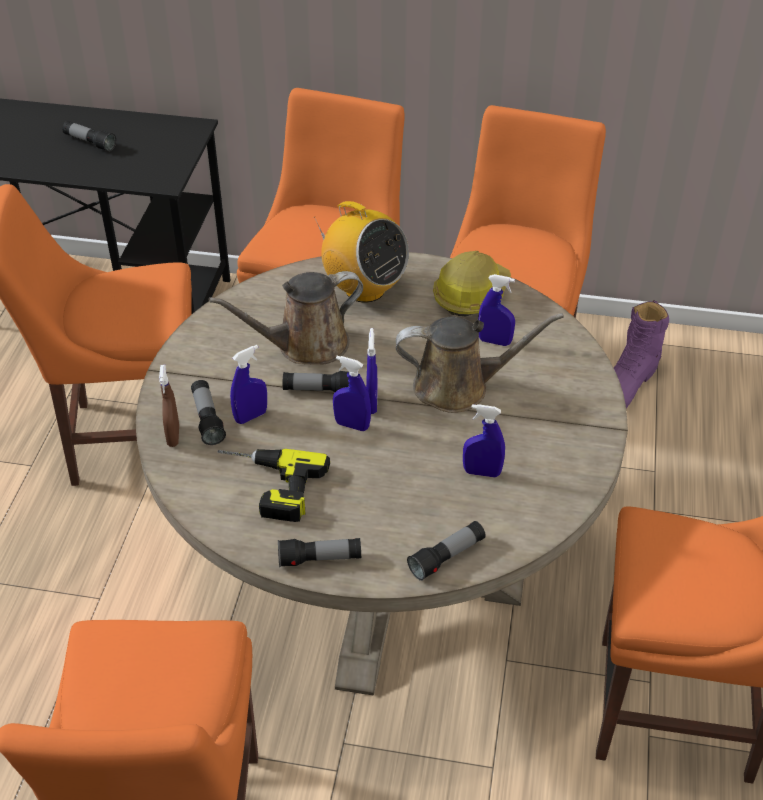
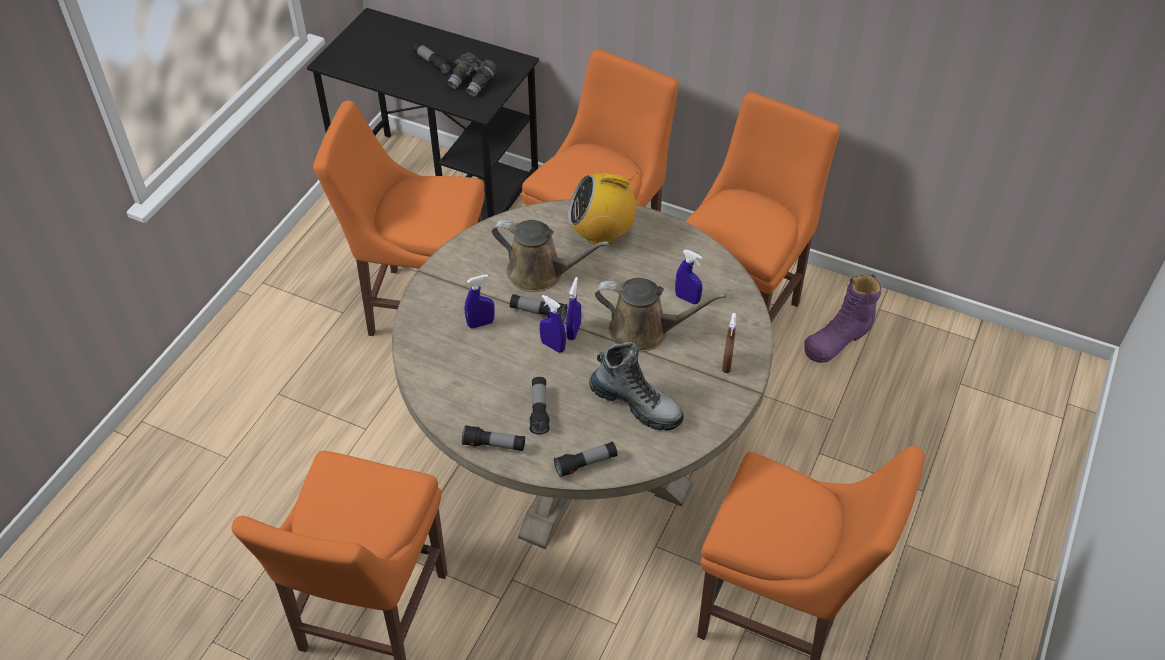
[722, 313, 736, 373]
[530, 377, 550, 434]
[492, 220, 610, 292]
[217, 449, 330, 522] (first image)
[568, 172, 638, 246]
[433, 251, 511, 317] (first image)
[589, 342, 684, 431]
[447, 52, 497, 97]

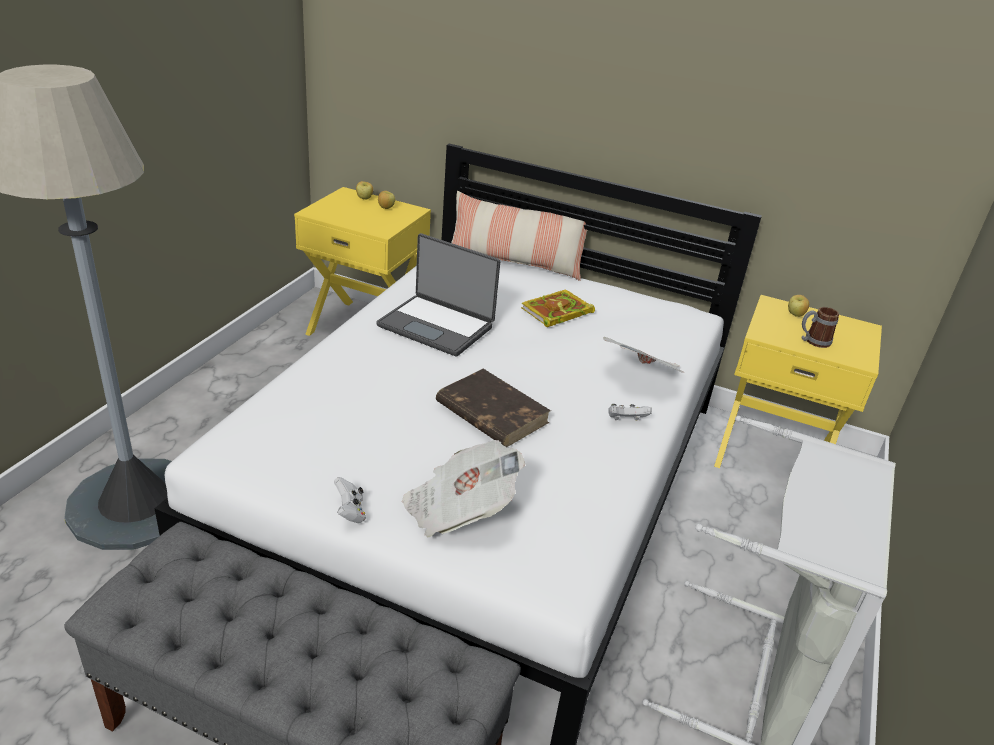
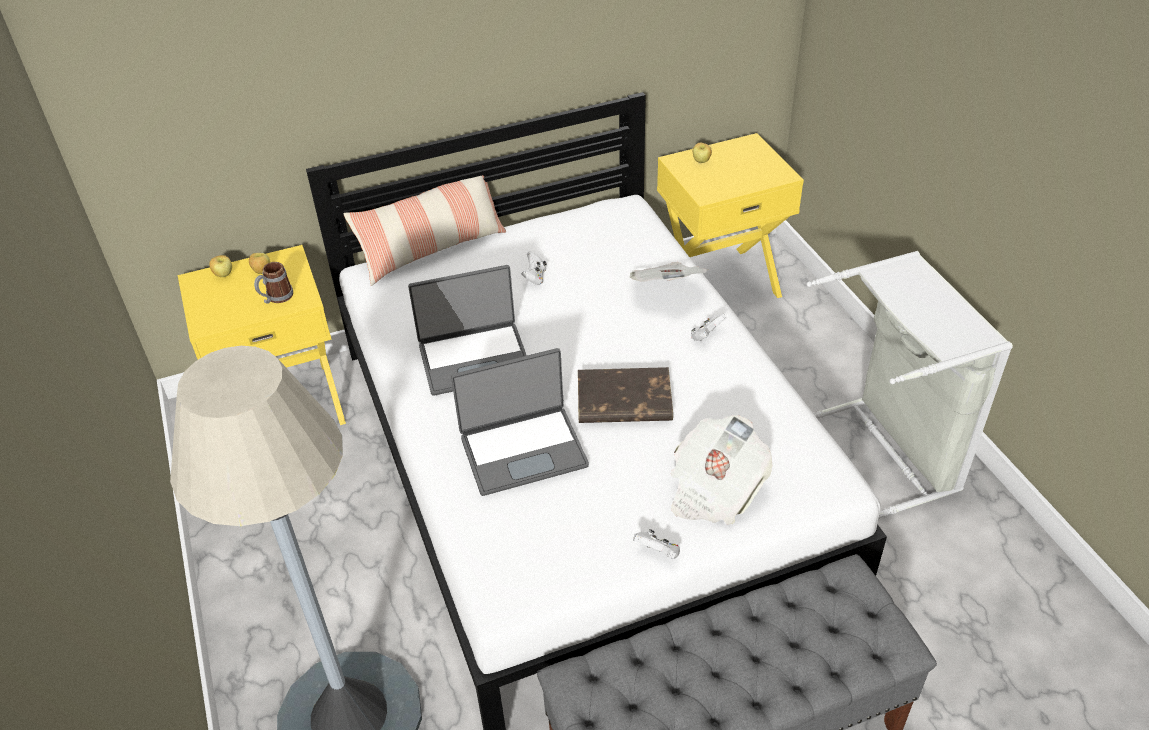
[522, 251, 547, 285]
[254, 262, 293, 304]
[451, 348, 589, 496]

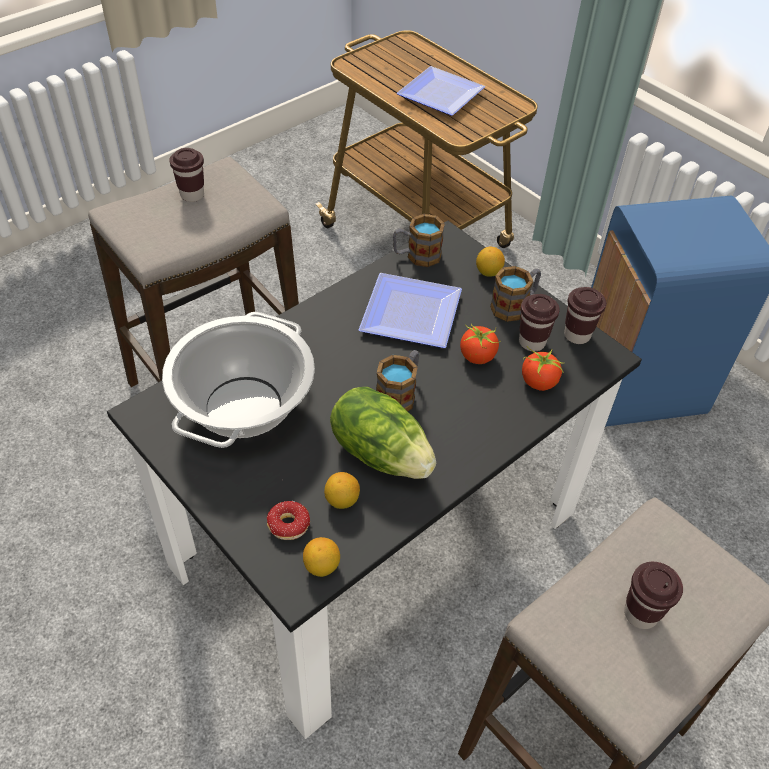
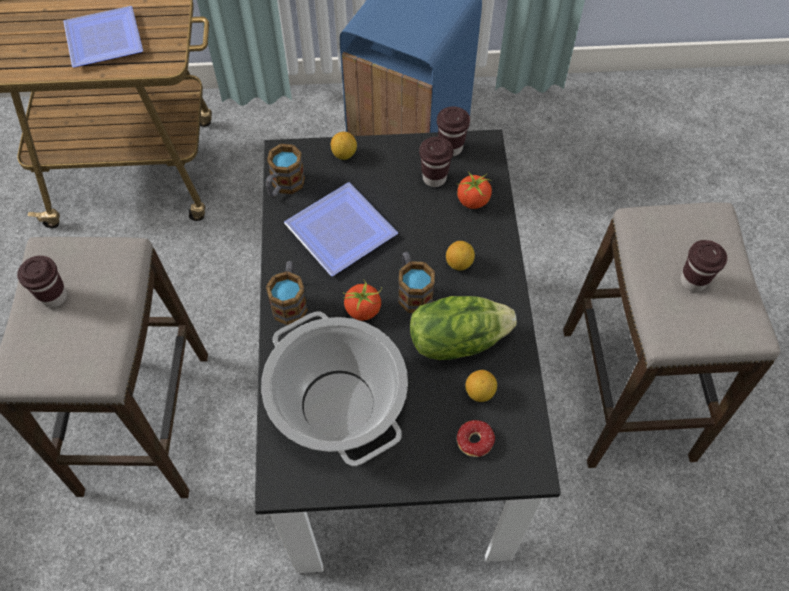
[446, 241, 475, 271]
[343, 279, 382, 321]
[266, 261, 308, 325]

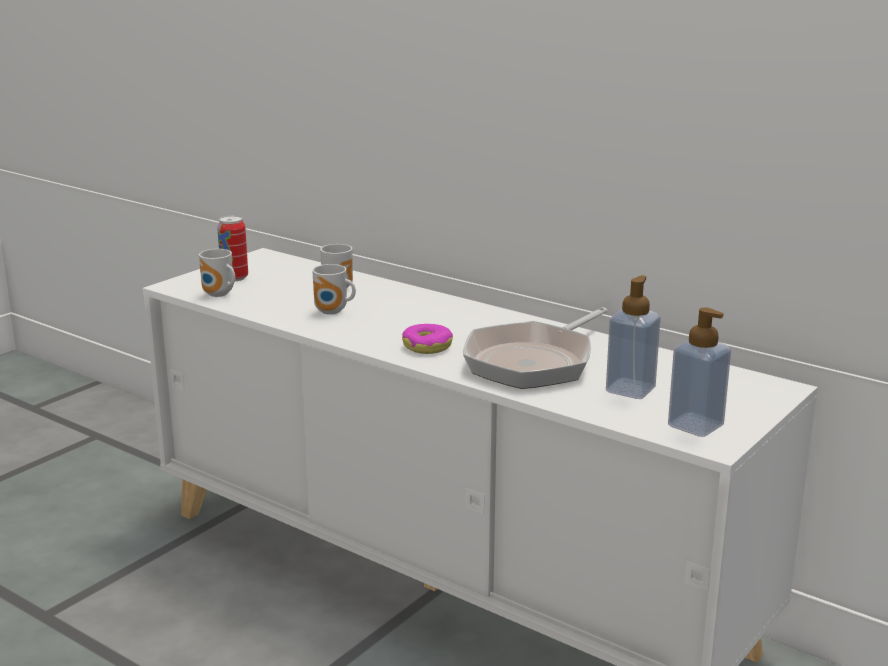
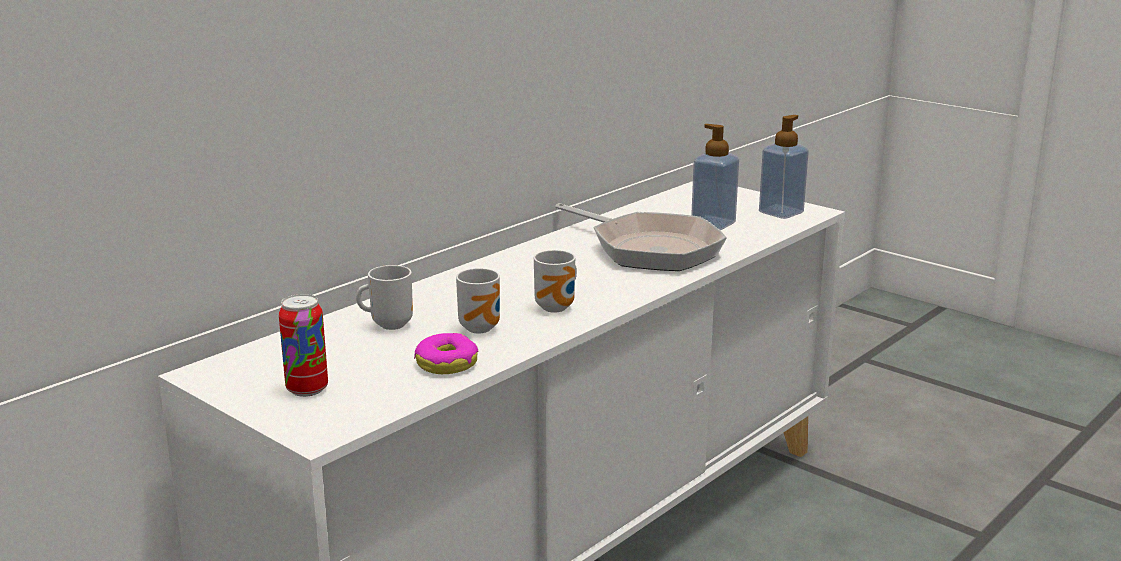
[534, 250, 577, 313]
[414, 333, 478, 374]

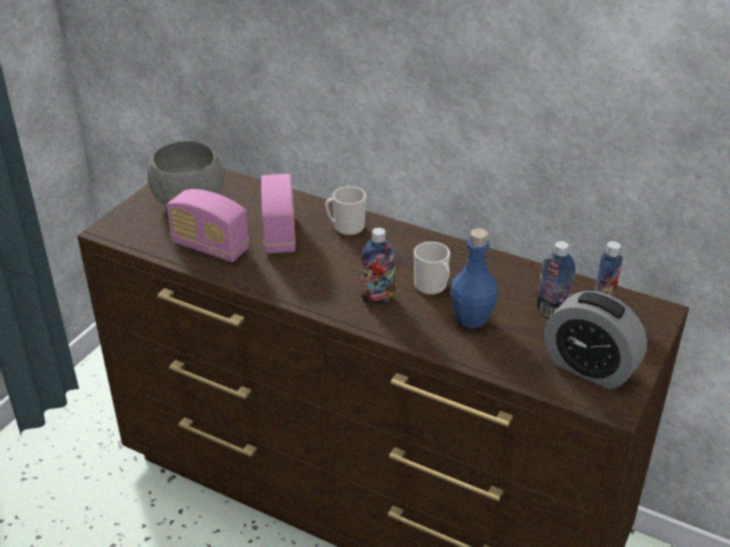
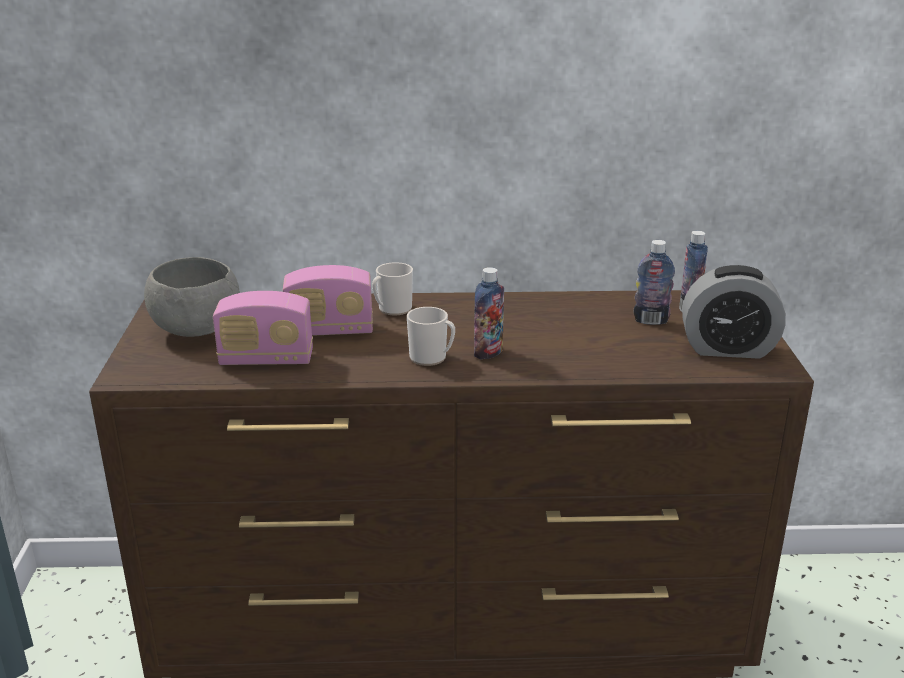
[283, 265, 373, 336]
[407, 307, 455, 366]
[451, 228, 498, 328] (first image)

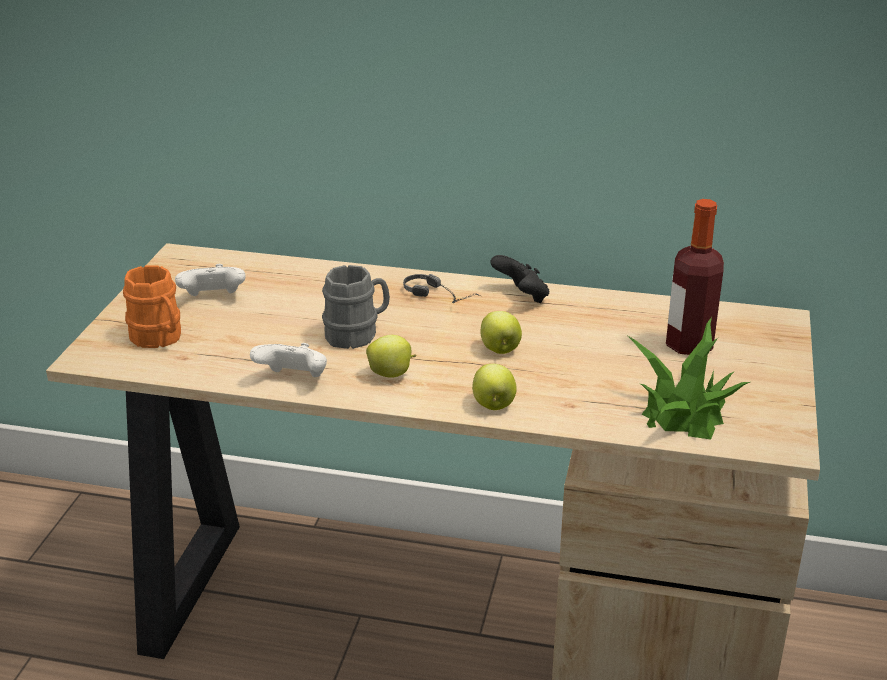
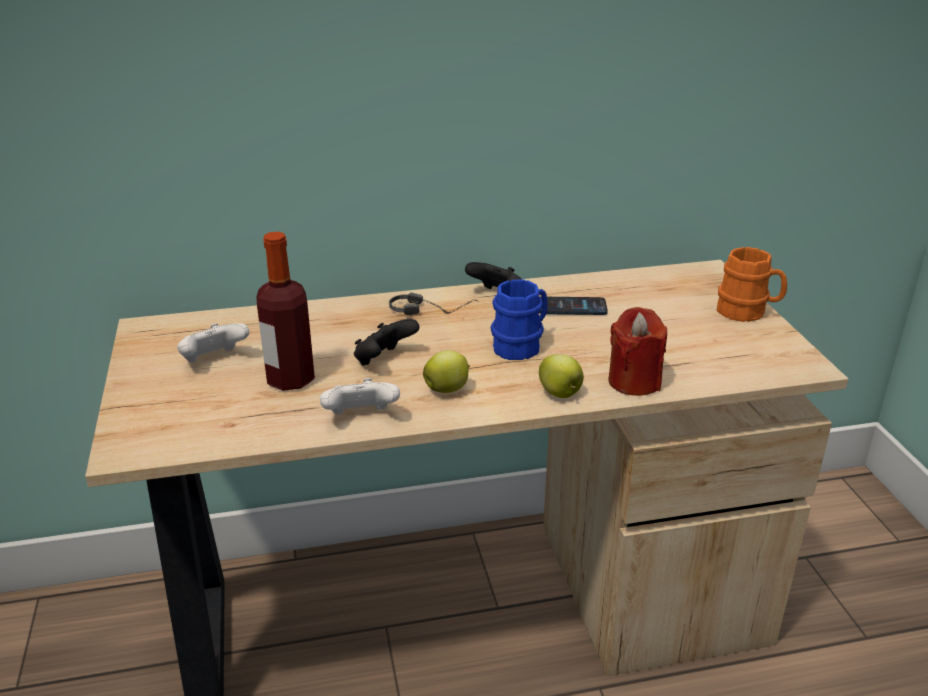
[717, 247, 787, 322]
[354, 319, 419, 366]
[491, 279, 548, 360]
[628, 317, 750, 440] (first image)
[256, 232, 315, 391]
[539, 297, 608, 315]
[608, 307, 667, 396]

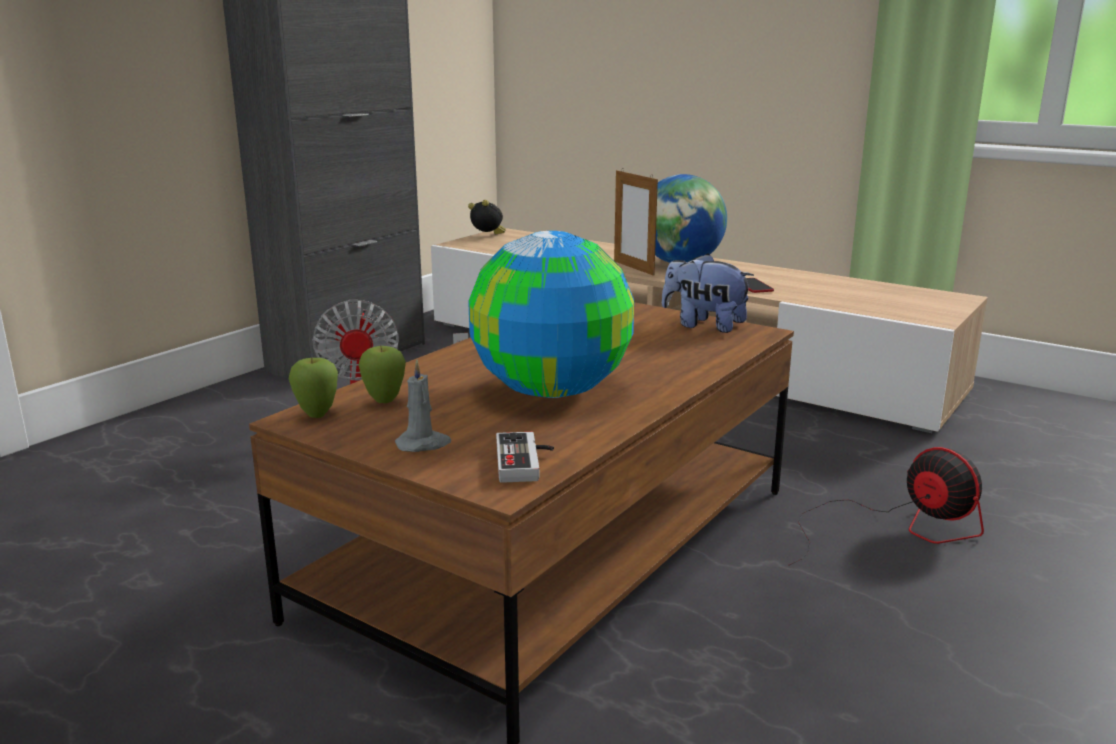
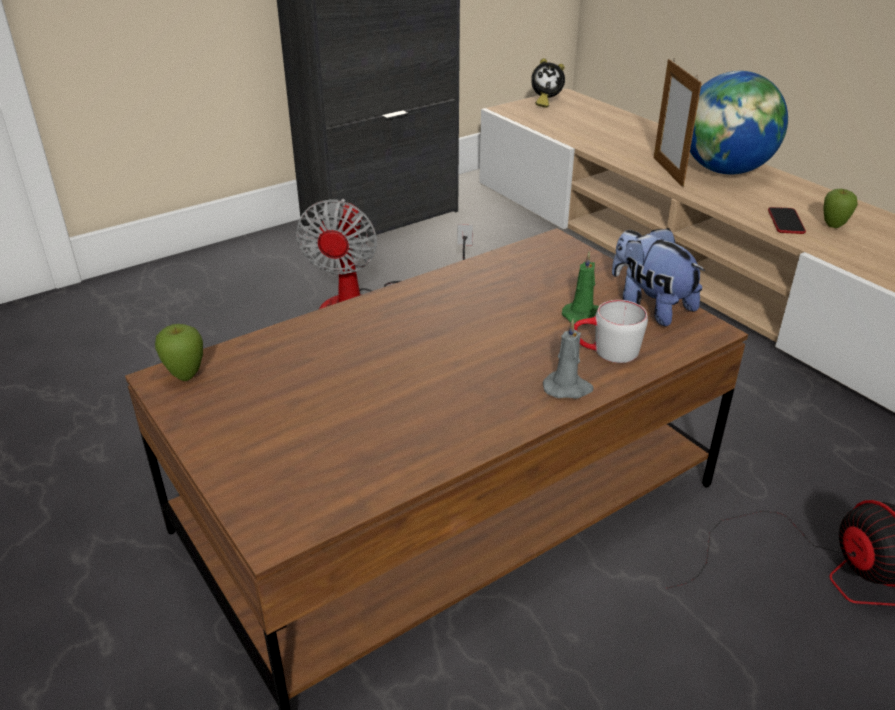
[823, 189, 858, 228]
[543, 319, 594, 399]
[531, 58, 565, 108]
[468, 231, 634, 398] (first image)
[496, 432, 554, 483] (first image)
[562, 251, 599, 324]
[574, 300, 648, 363]

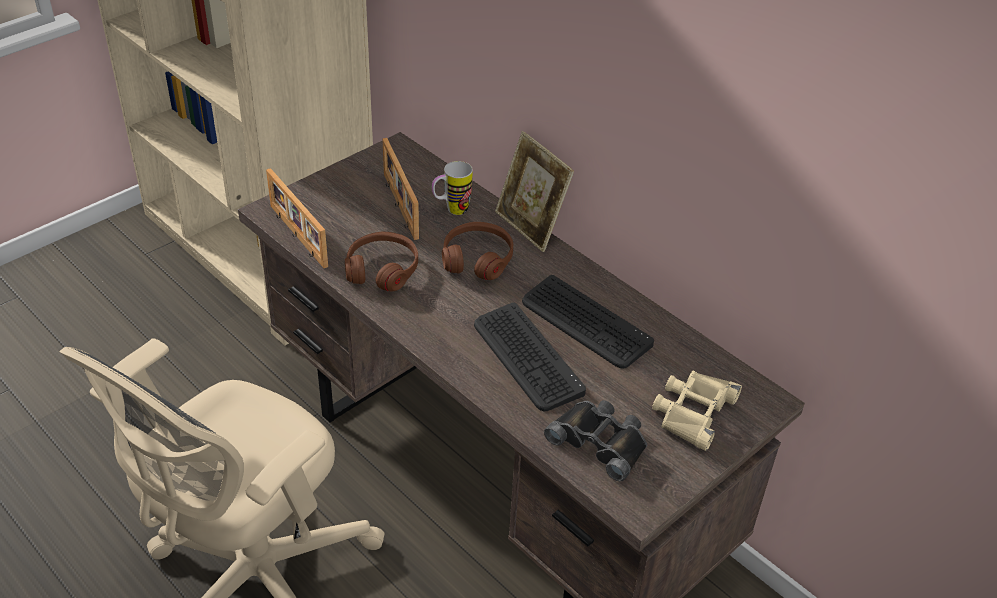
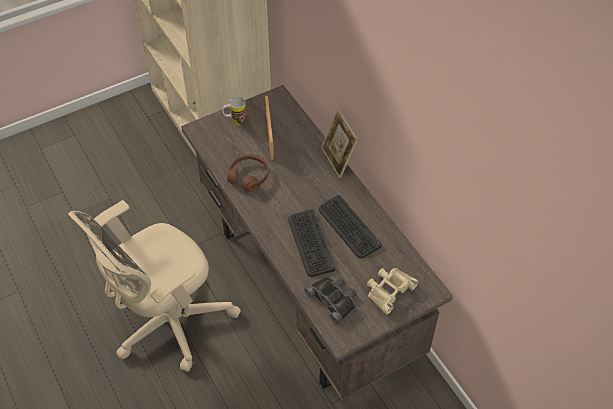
[266, 168, 328, 268] (first image)
[222, 97, 246, 126]
[442, 222, 513, 280] (first image)

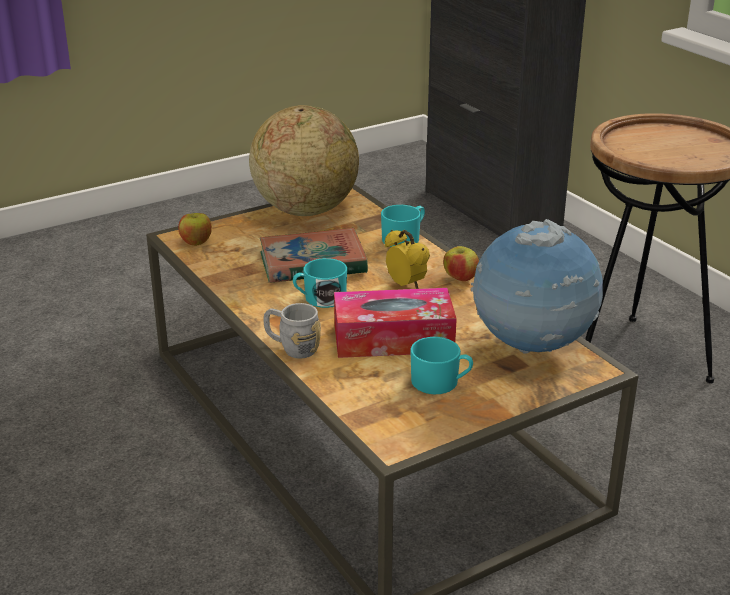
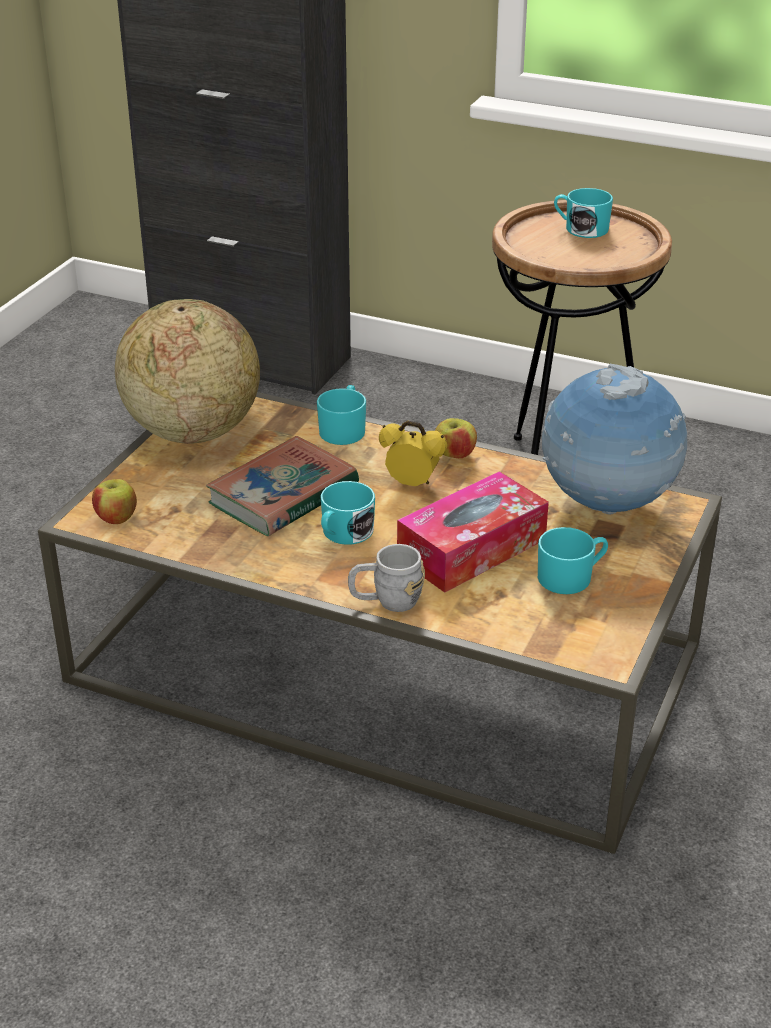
[554, 188, 613, 238]

